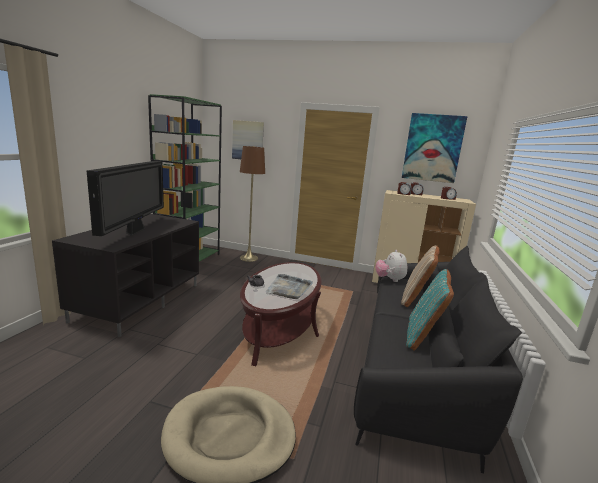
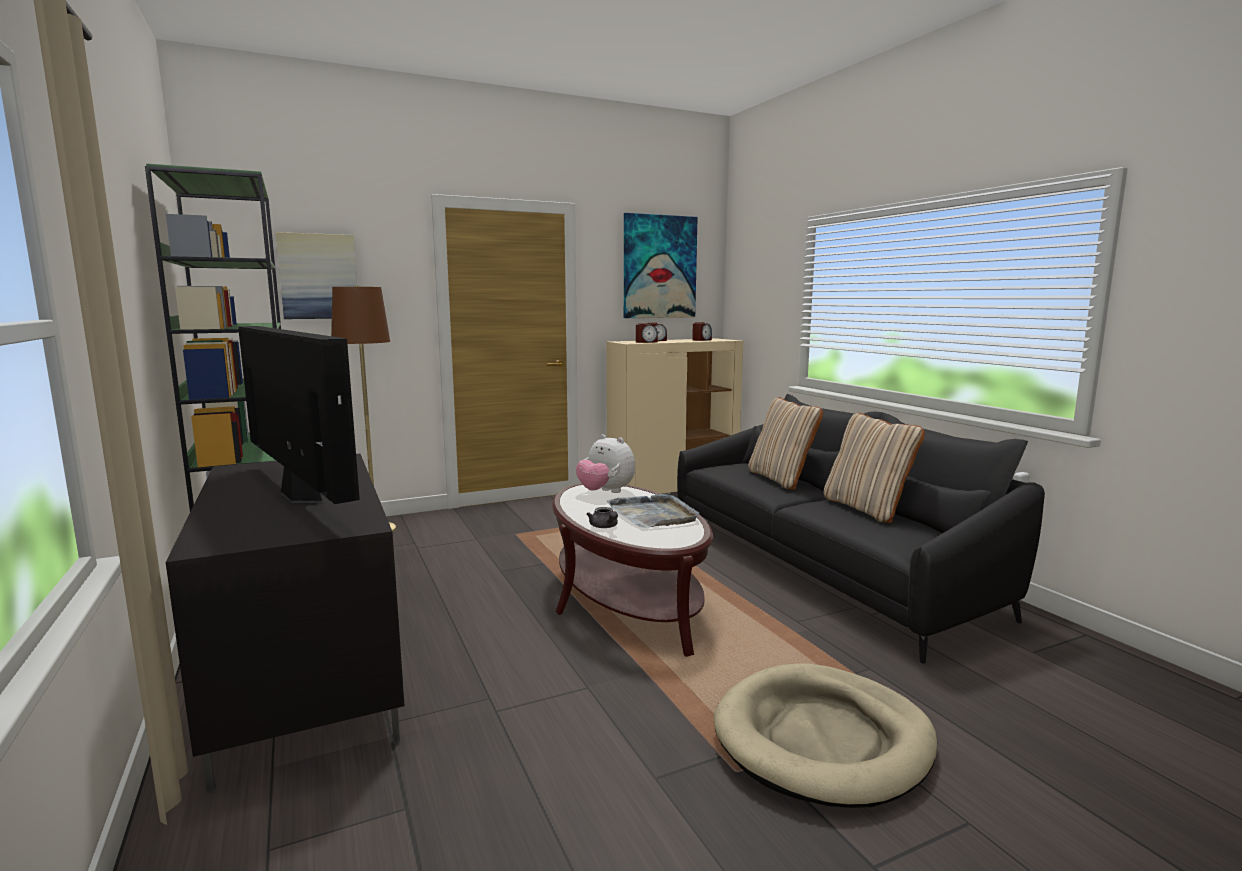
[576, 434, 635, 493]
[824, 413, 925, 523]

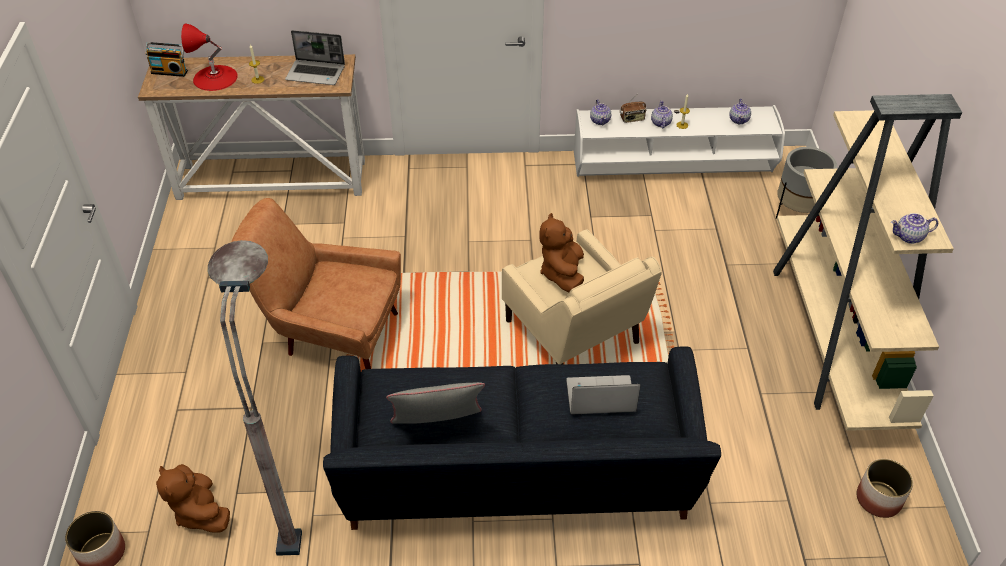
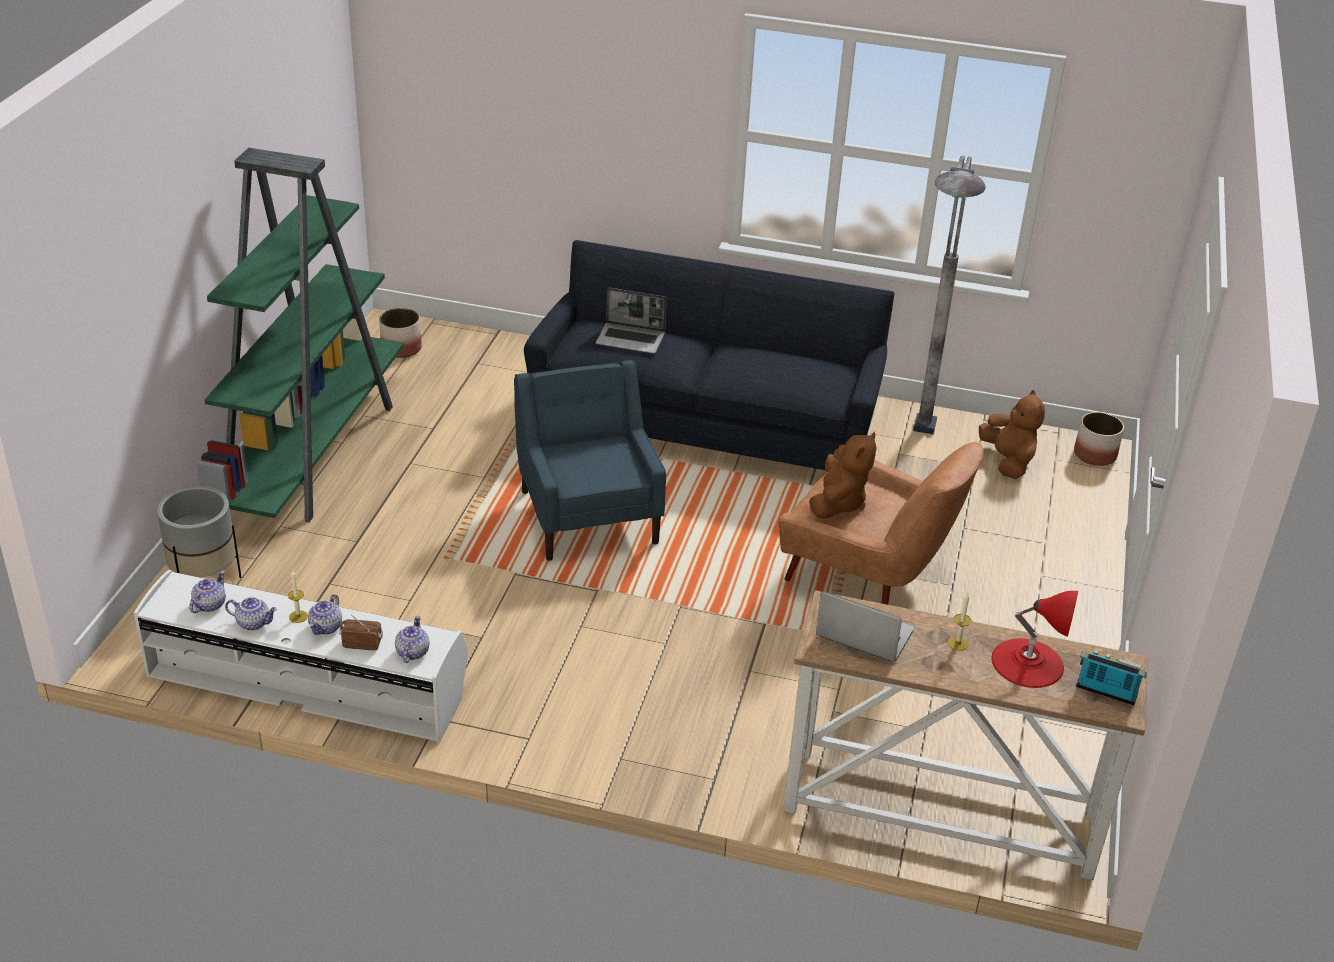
[386, 382, 485, 424] (first image)
[514, 360, 666, 561]
[809, 432, 877, 518]
[196, 148, 404, 522]
[225, 597, 277, 631]

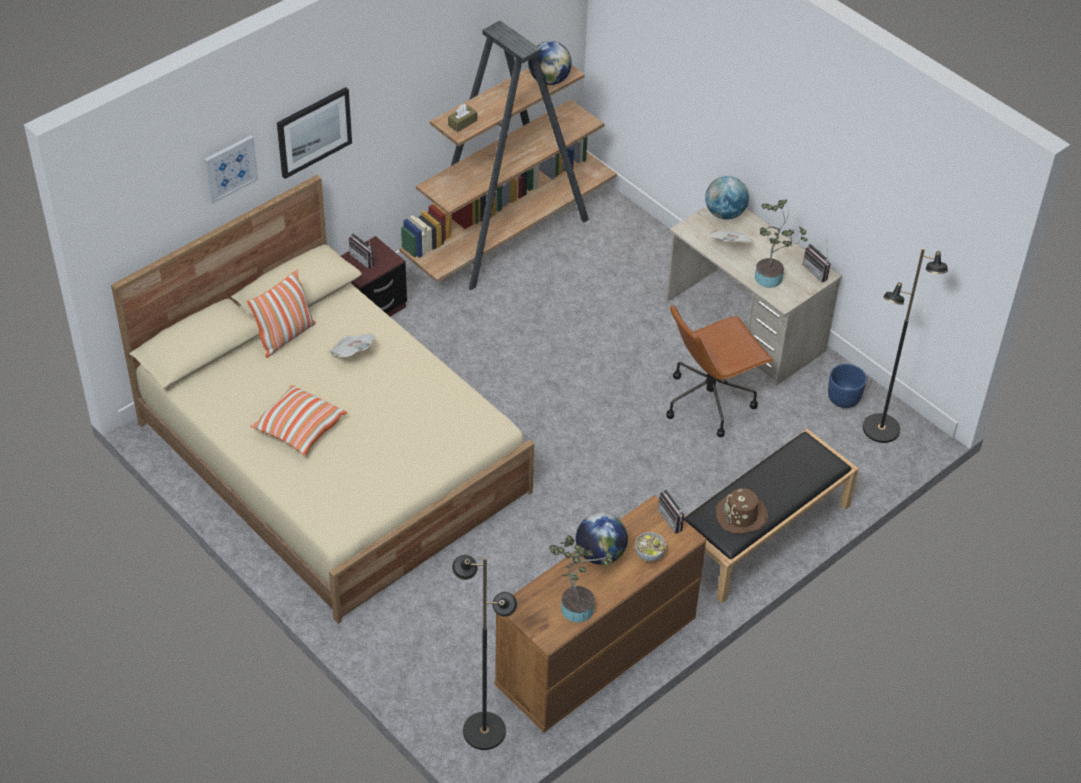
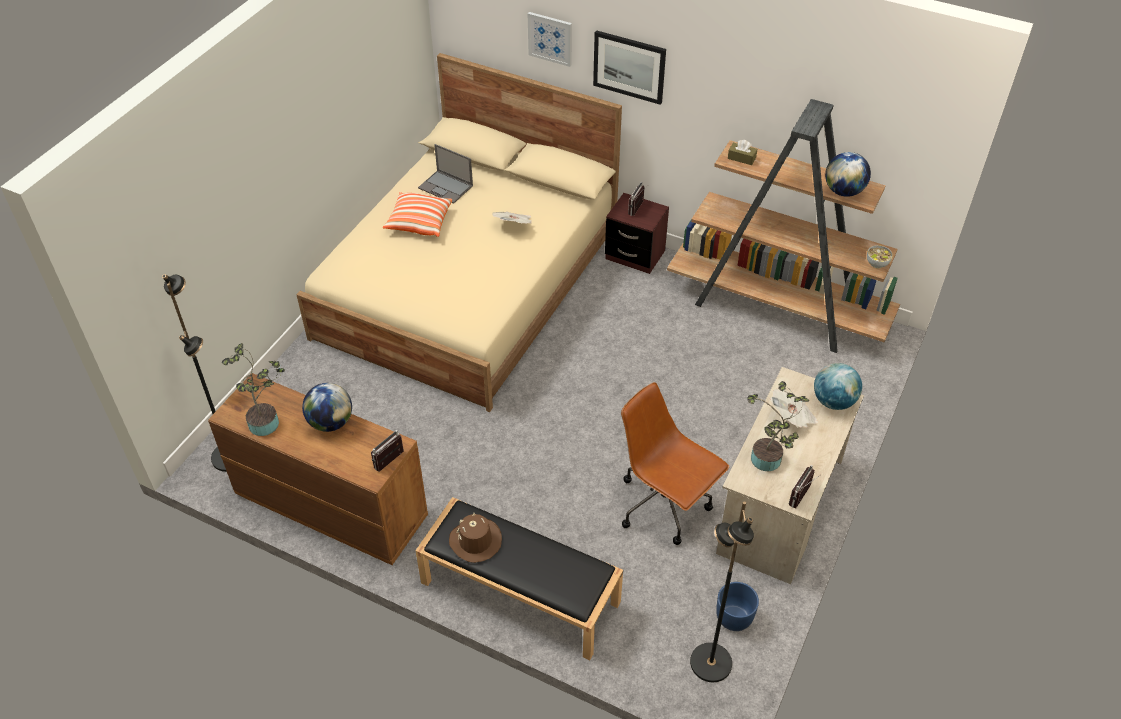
[247, 269, 316, 358] (first image)
[867, 245, 893, 268]
[418, 144, 473, 204]

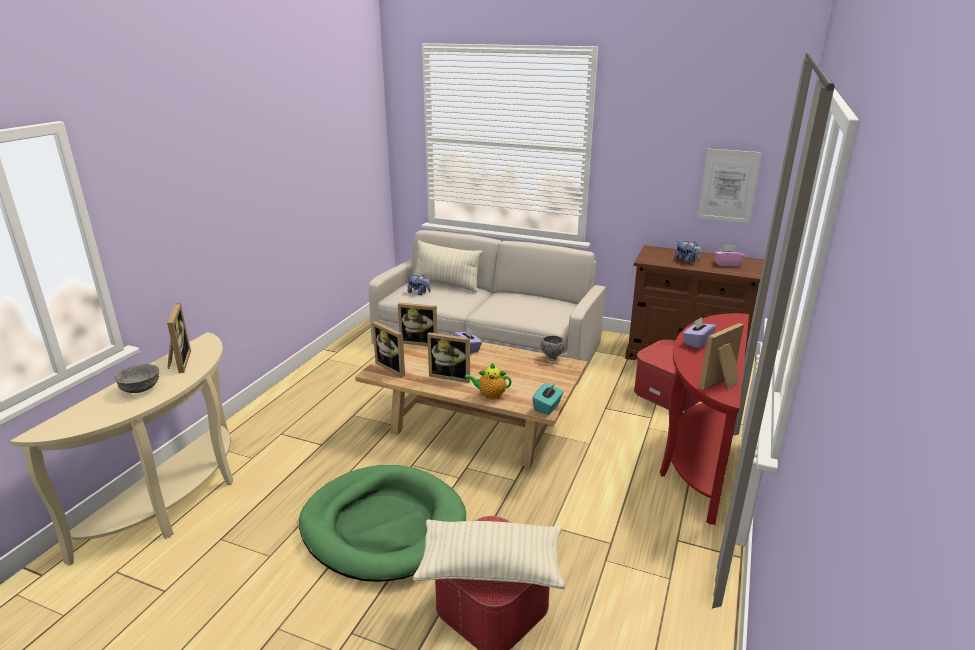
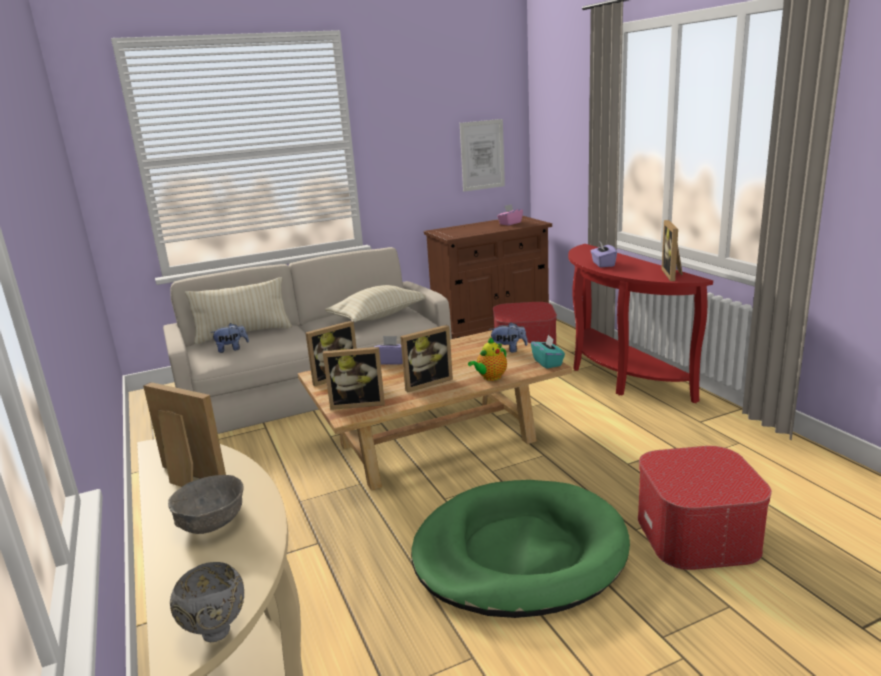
[325, 285, 426, 322]
[170, 562, 244, 642]
[489, 322, 528, 353]

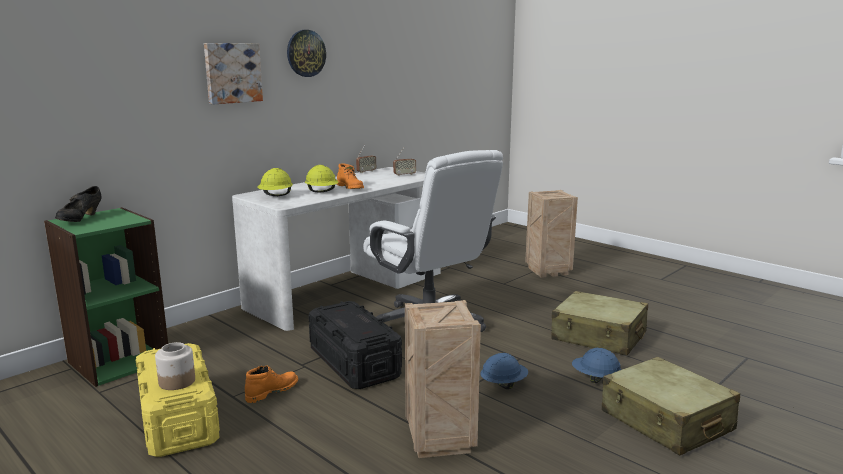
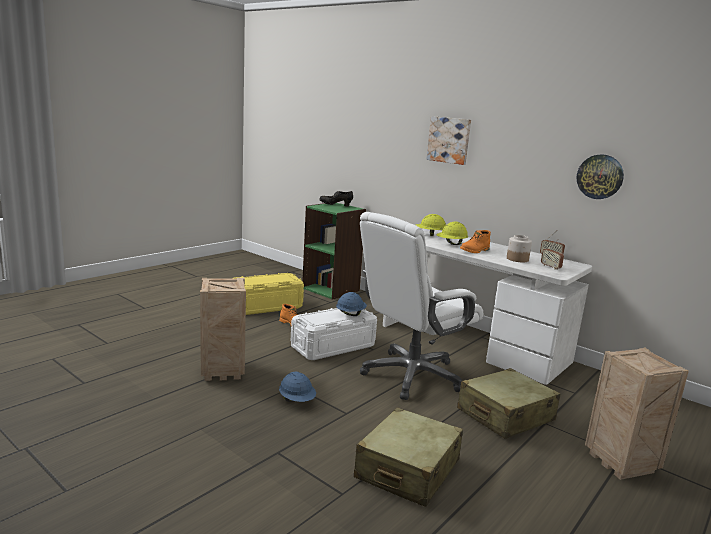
[507, 235, 532, 262]
[576, 154, 624, 199]
[291, 308, 377, 360]
[336, 292, 367, 316]
[457, 368, 561, 439]

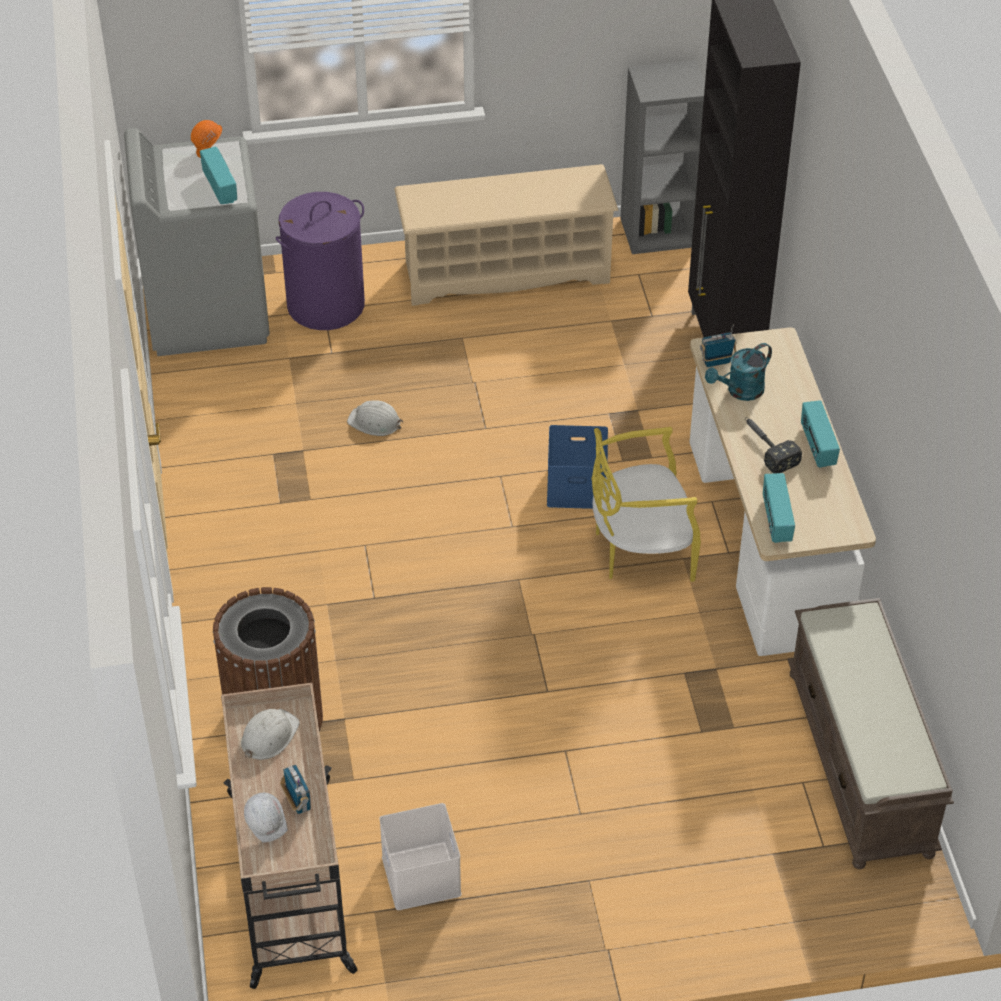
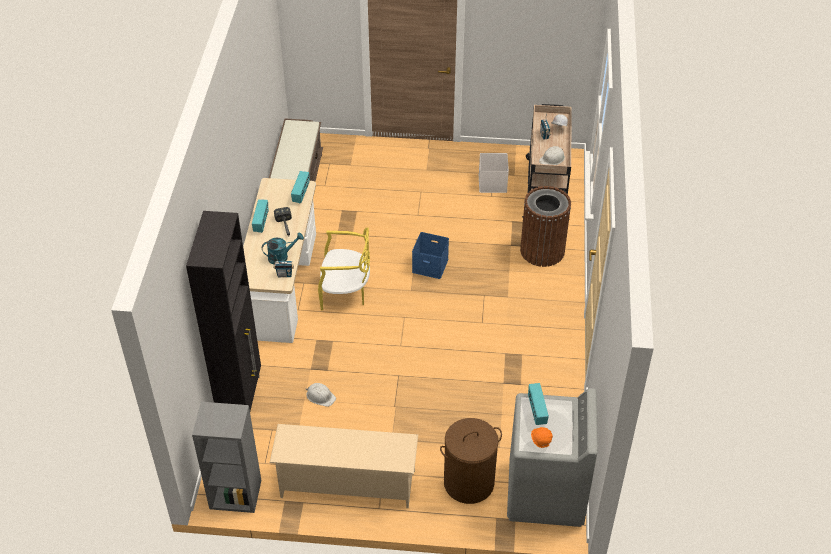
[440, 418, 502, 504]
[306, 383, 336, 407]
[412, 232, 449, 279]

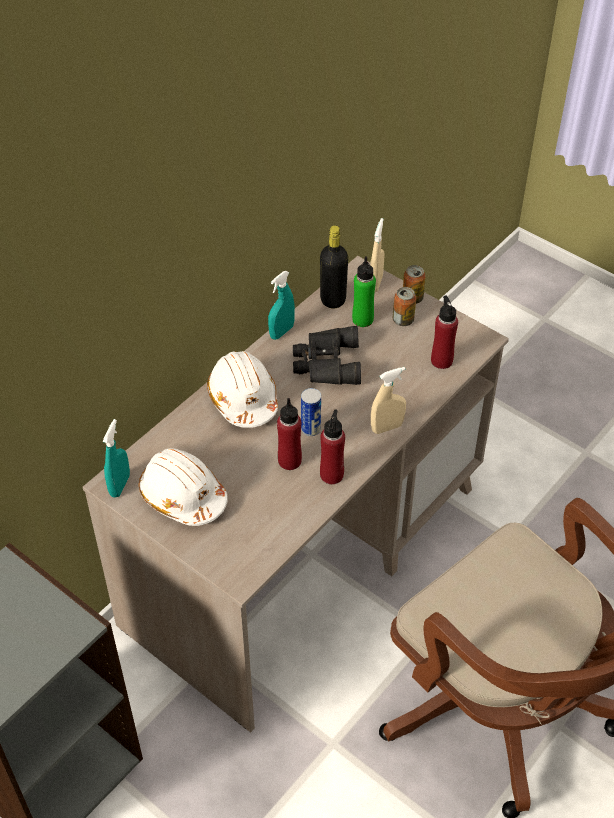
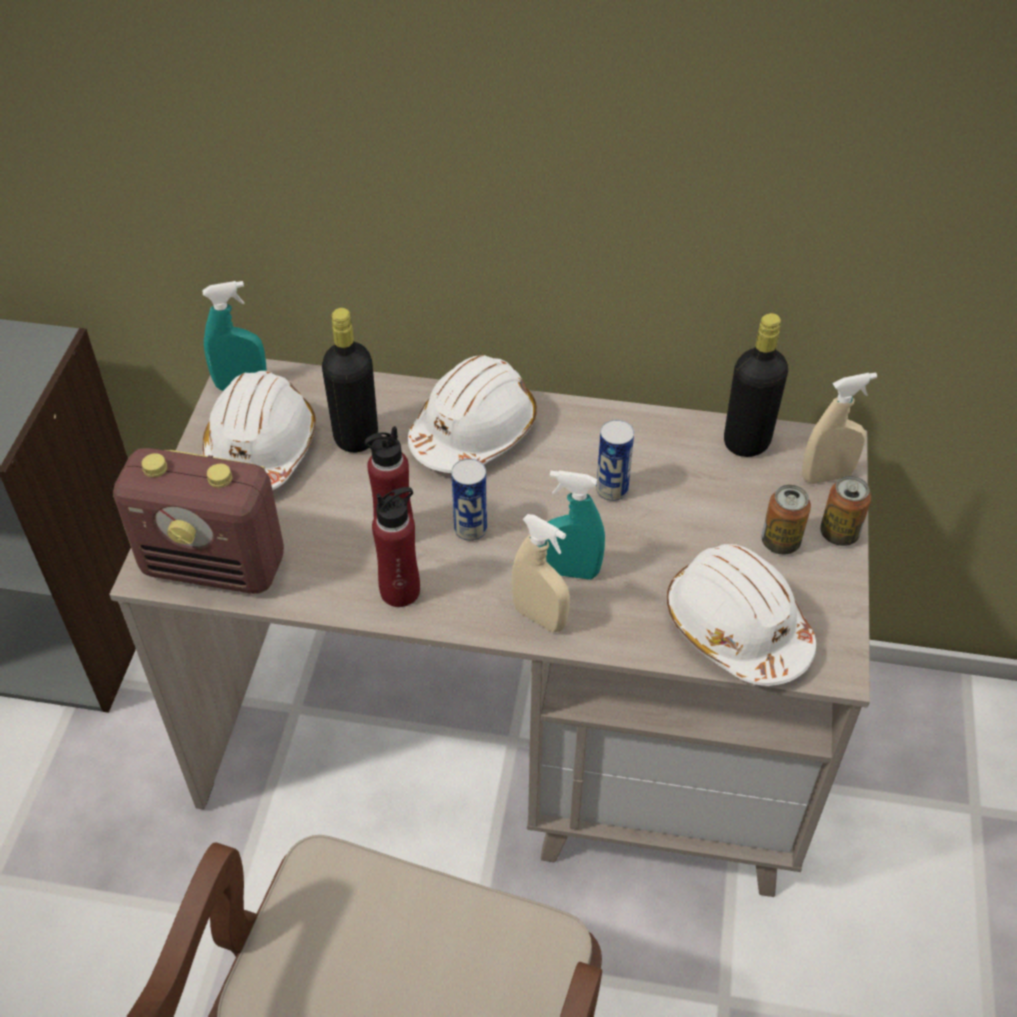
[546, 470, 605, 580]
[596, 420, 634, 501]
[352, 256, 376, 327] (first image)
[666, 544, 816, 686]
[113, 448, 284, 594]
[322, 308, 378, 453]

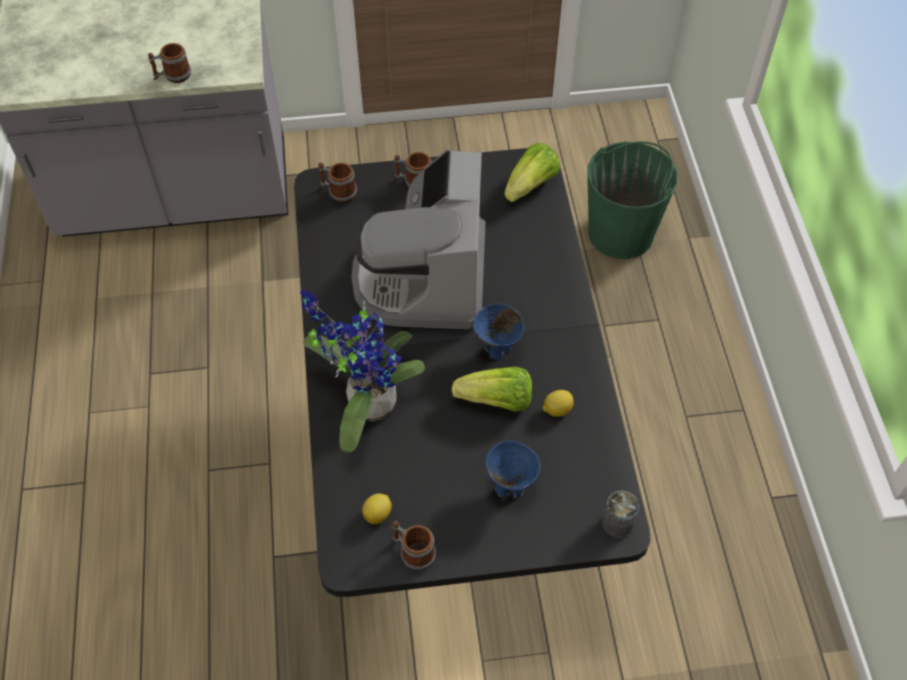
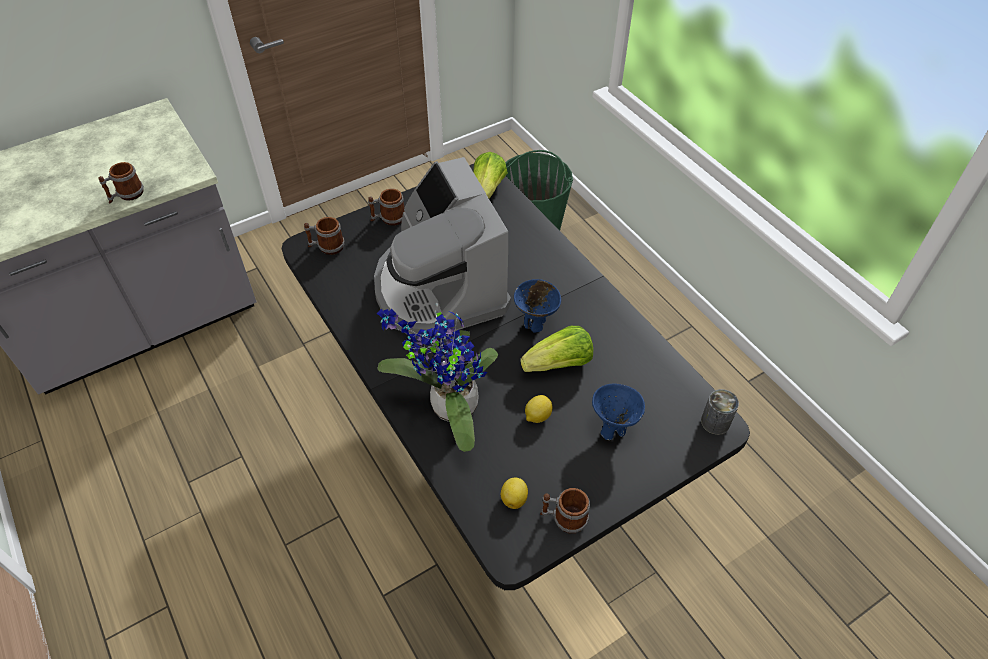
[525, 395, 553, 423]

